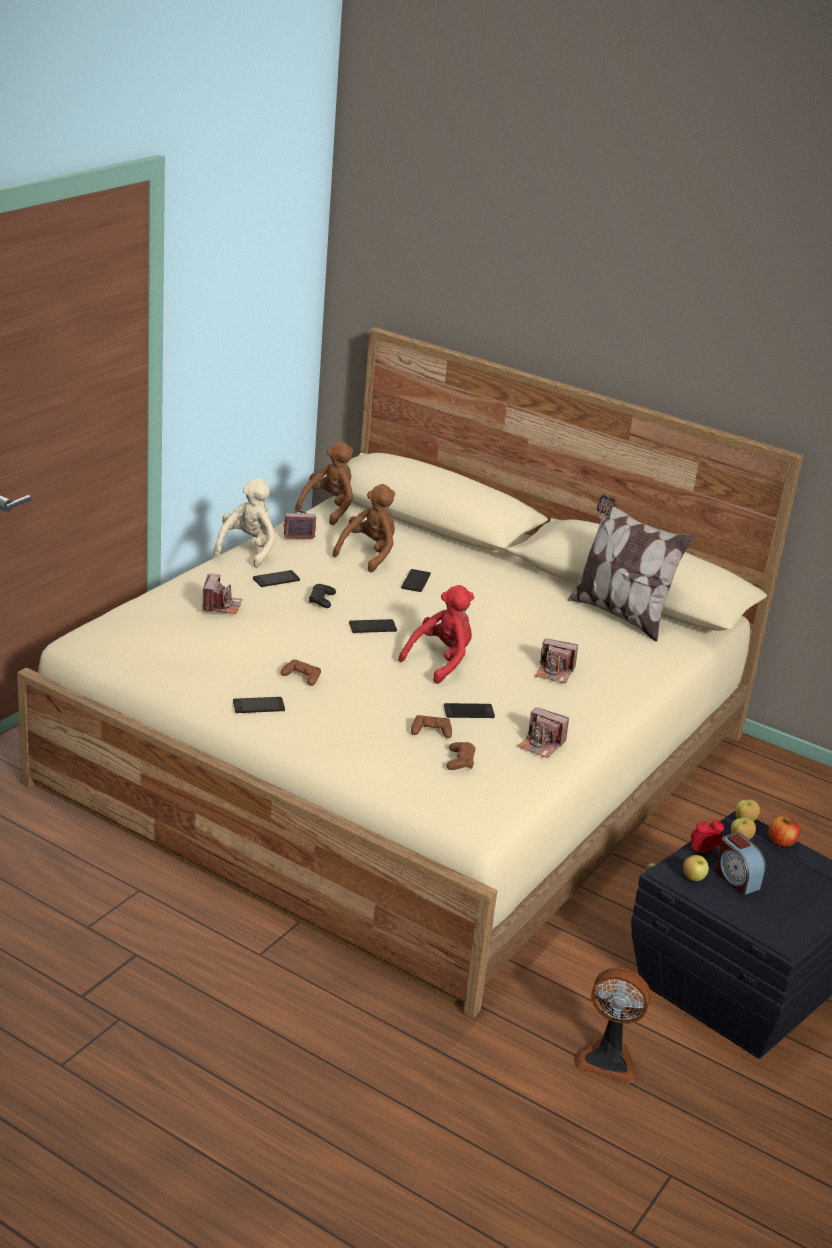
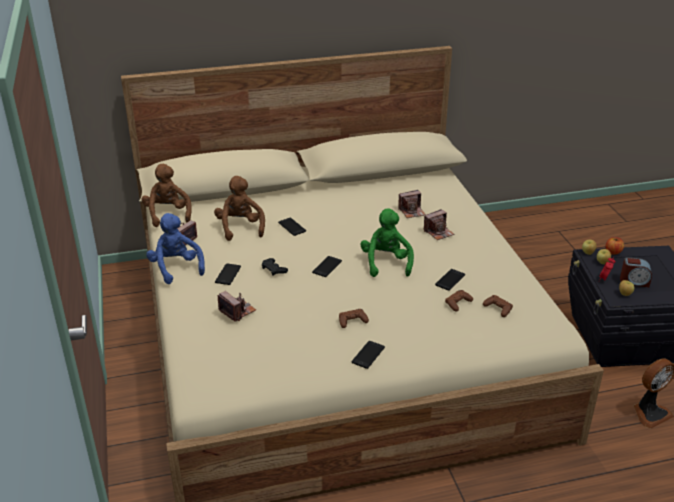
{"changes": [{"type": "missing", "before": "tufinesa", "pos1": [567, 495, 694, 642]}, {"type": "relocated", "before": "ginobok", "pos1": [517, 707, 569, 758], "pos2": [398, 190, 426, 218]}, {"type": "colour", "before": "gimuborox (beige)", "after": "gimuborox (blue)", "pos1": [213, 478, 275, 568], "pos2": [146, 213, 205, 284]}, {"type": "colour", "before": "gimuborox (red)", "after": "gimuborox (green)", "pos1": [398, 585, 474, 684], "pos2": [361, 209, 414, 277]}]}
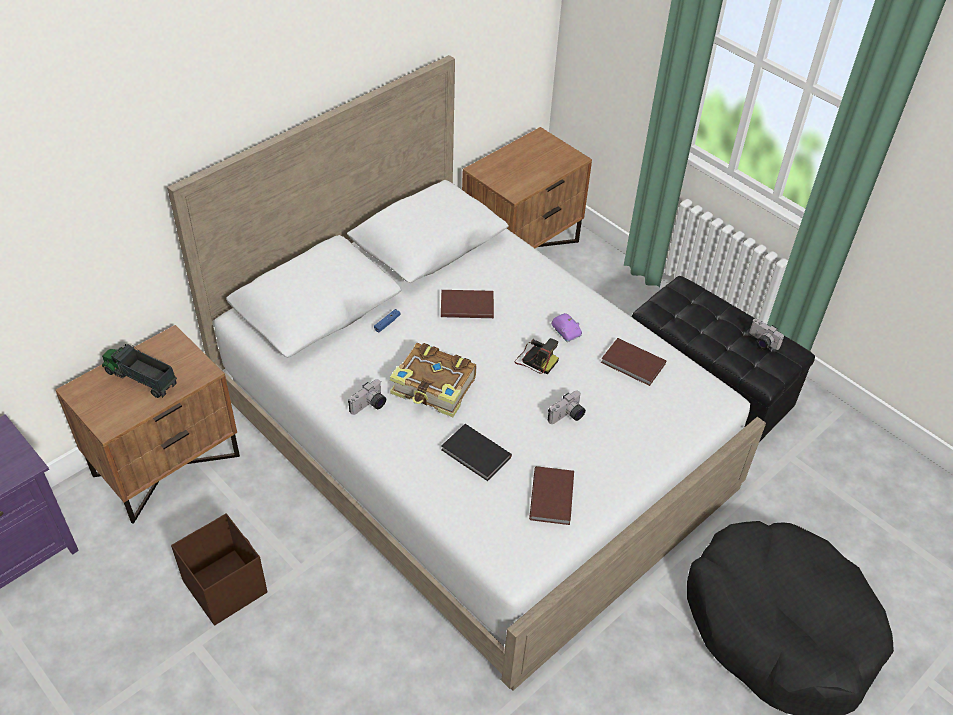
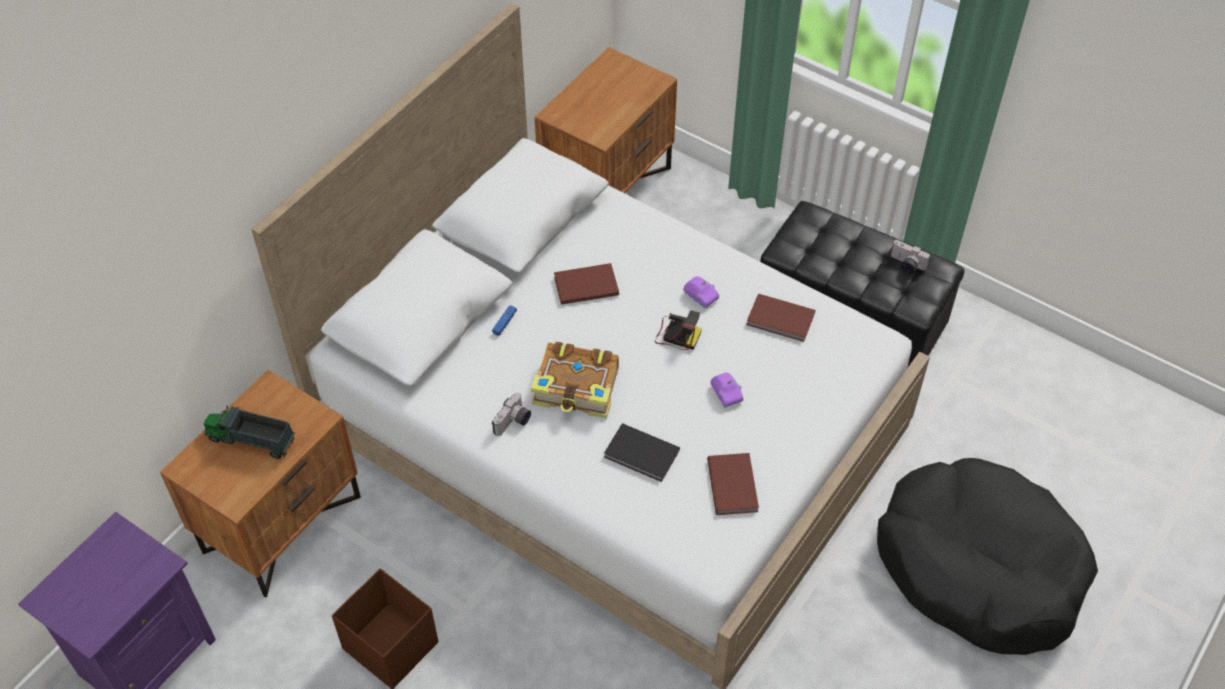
{"changes": [{"type": "exchanged", "before": "ginobok", "after": "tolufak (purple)", "pos1": [548, 390, 586, 424], "pos2": [710, 372, 743, 408]}]}
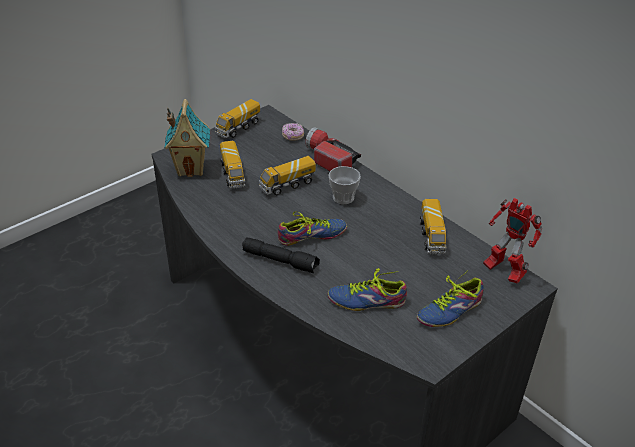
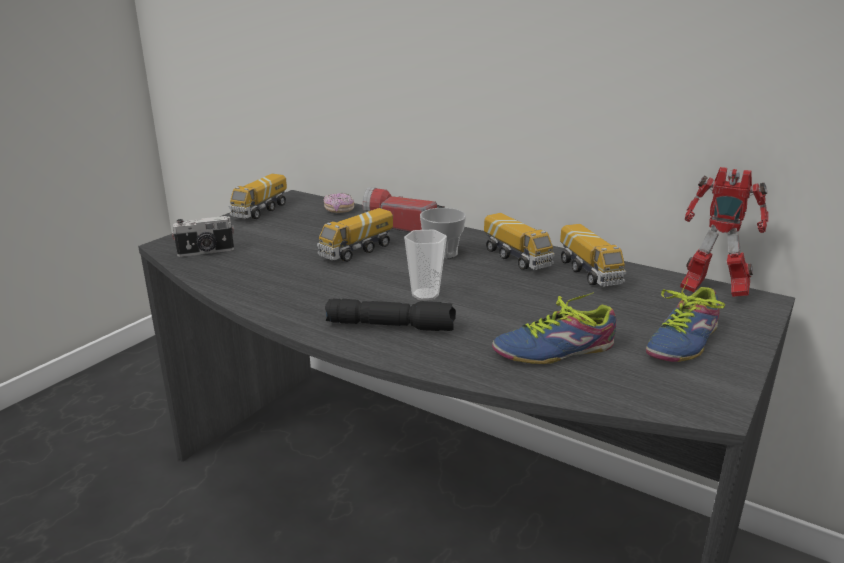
{"changes": [{"type": "relocated", "before": "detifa", "pos1": [220, 141, 245, 189], "pos2": [484, 213, 555, 270]}, {"type": "exchanged", "before": "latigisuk", "after": "ginobok", "pos1": [164, 99, 210, 177], "pos2": [171, 216, 234, 257]}, {"type": "exchanged", "before": "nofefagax", "after": "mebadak", "pos1": [278, 211, 347, 246], "pos2": [404, 229, 447, 300]}]}
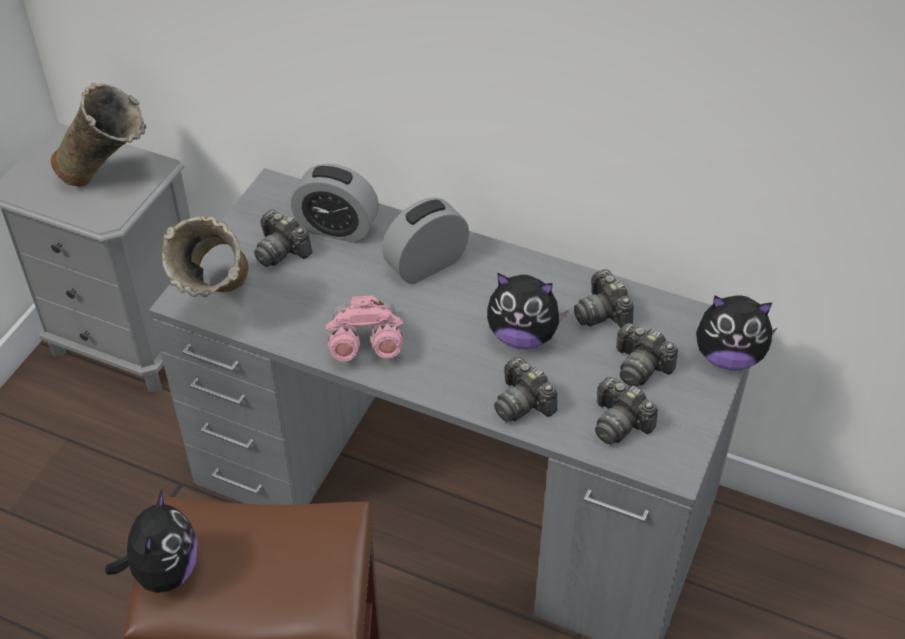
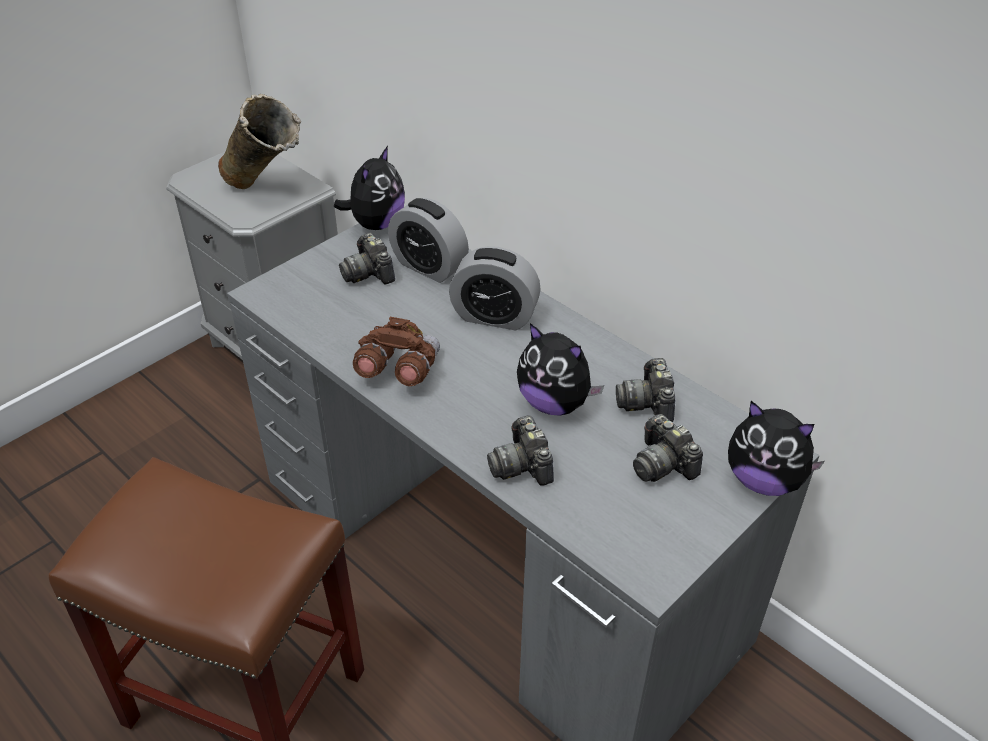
{"changes": [{"type": "missing", "before": "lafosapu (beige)", "pos1": [161, 215, 248, 297]}, {"type": "missing", "before": "ginobok", "pos1": [595, 377, 658, 444]}, {"type": "relocated", "before": "gimuborox", "pos1": [105, 490, 198, 593], "pos2": [334, 146, 405, 230]}, {"type": "colour", "before": "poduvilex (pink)", "after": "poduvilex (brown)", "pos1": [326, 295, 403, 361], "pos2": [353, 317, 440, 386]}, {"type": "spun", "before": "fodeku", "pos1": [382, 198, 469, 284], "pos2": [449, 246, 541, 330], "turn": -150}]}
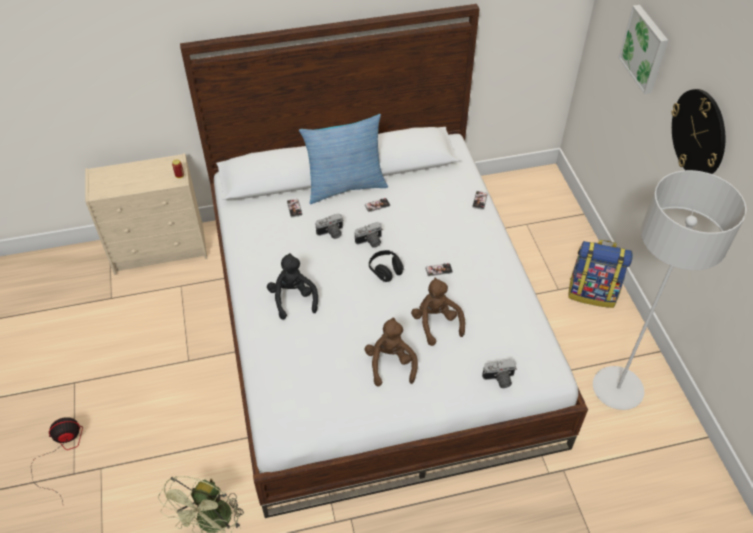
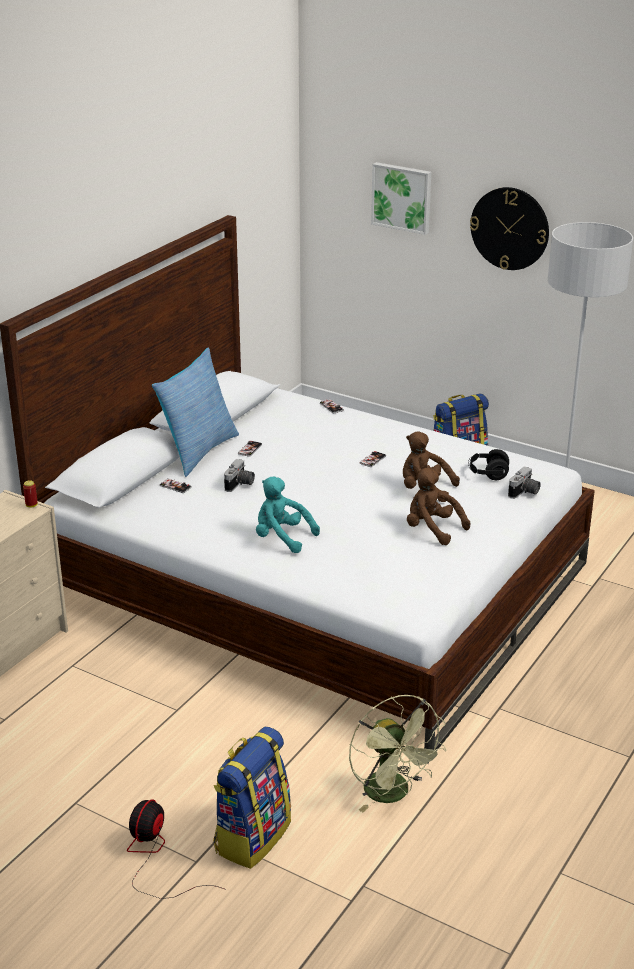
{"changes": [{"type": "missing", "before": "ginobok", "pos1": [355, 222, 383, 248]}, {"type": "appeared", "after": "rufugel", "pos2": [213, 727, 291, 869]}, {"type": "relocated", "before": "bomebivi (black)", "pos1": [369, 250, 404, 282], "pos2": [468, 449, 509, 480]}, {"type": "colour", "before": "gimuborox (black)", "after": "gimuborox (turquoise)", "pos1": [267, 253, 318, 320], "pos2": [256, 476, 320, 553]}]}
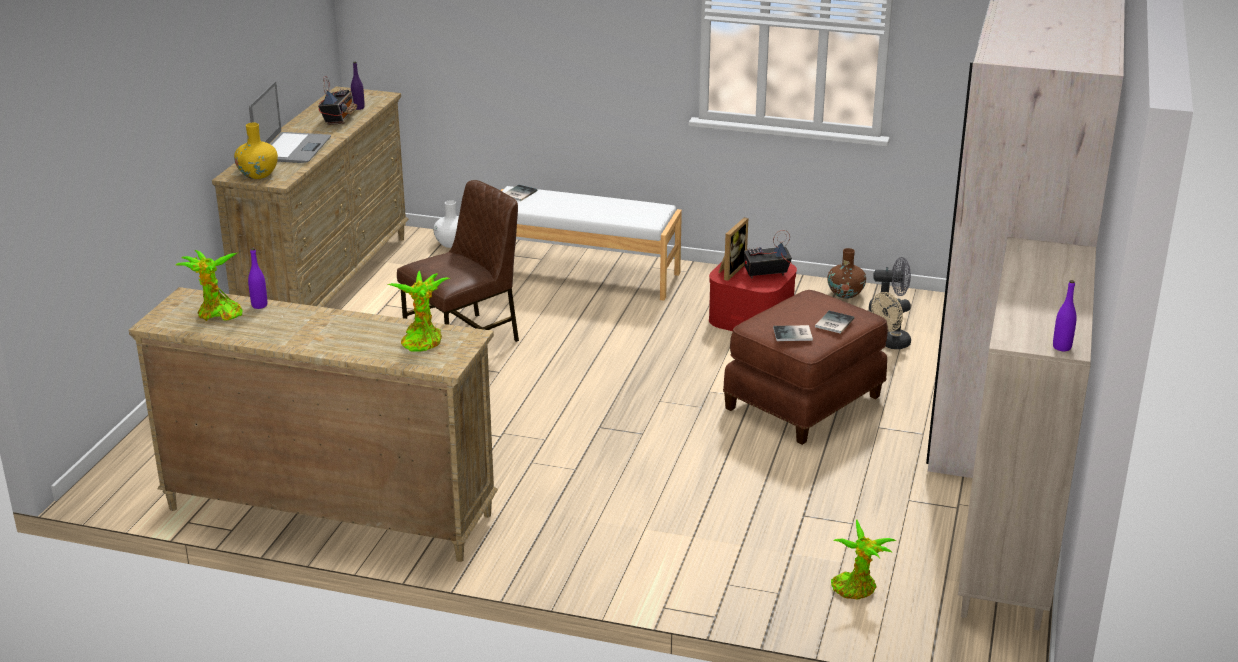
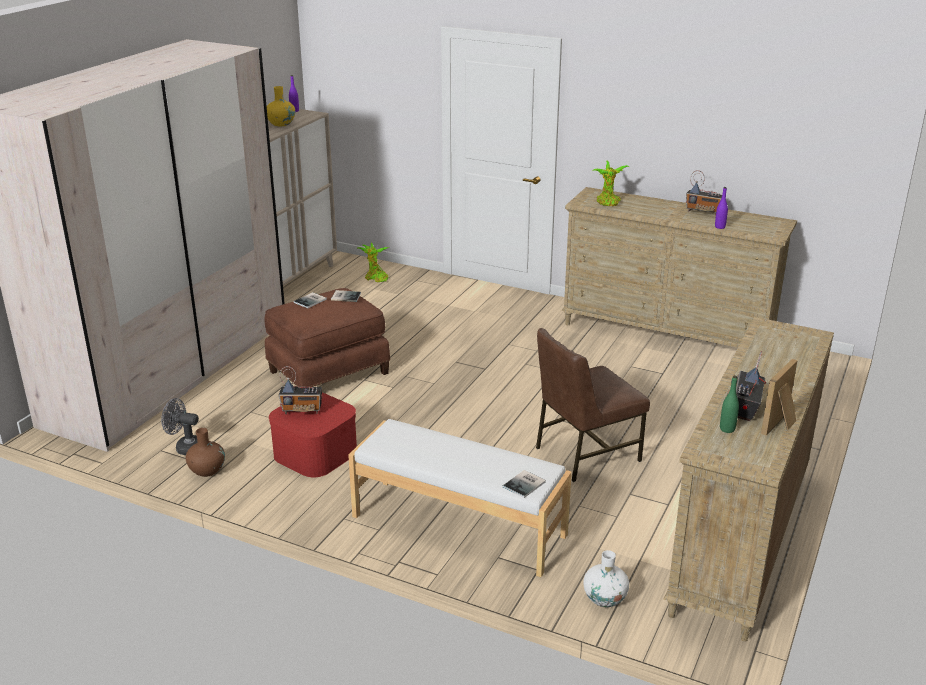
{"changes": [{"type": "missing", "before": "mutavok", "pos1": [176, 250, 242, 321]}, {"type": "missing", "before": "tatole", "pos1": [249, 82, 331, 163]}, {"type": "missing", "before": "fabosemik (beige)", "pos1": [871, 292, 911, 349]}, {"type": "appeared", "after": "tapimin", "pos2": [686, 170, 722, 215]}, {"type": "relocated", "before": "lafosapu (yellow)", "pos1": [234, 123, 278, 179], "pos2": [267, 86, 295, 126]}, {"type": "relocated", "before": "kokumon", "pos1": [718, 217, 748, 281], "pos2": [761, 359, 798, 436]}, {"type": "colour", "before": "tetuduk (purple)", "after": "tetuduk (green)", "pos1": [351, 62, 365, 110], "pos2": [720, 375, 739, 433]}]}
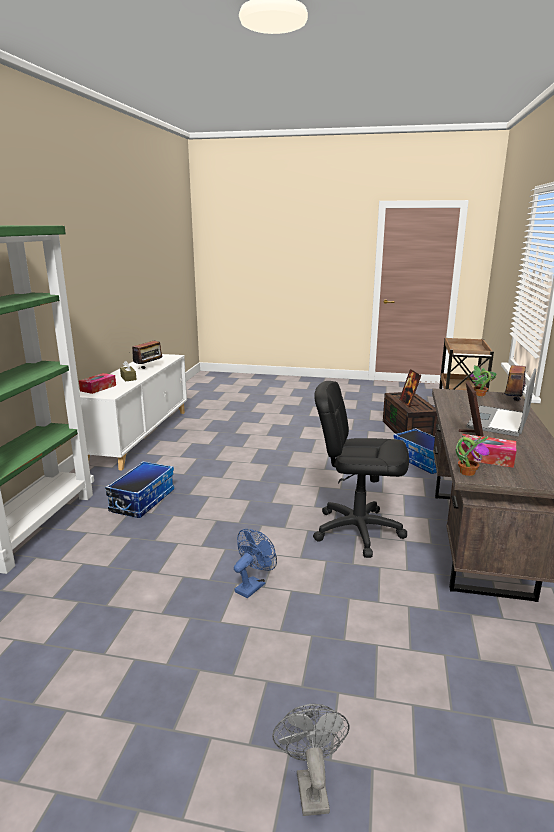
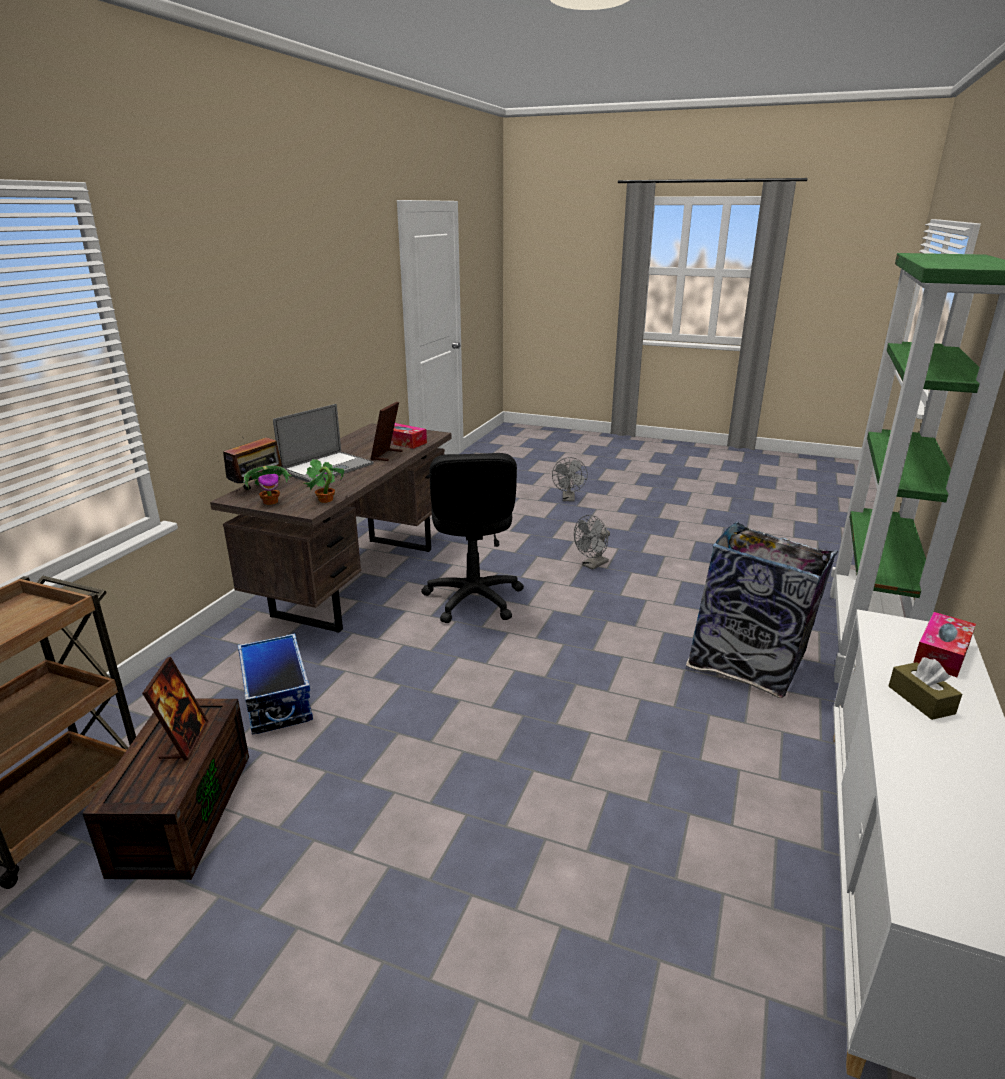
{"changes": [{"type": "missing", "before": "tapimin", "pos1": [132, 338, 162, 369]}, {"type": "relocated", "before": "mutavok", "pos1": [456, 435, 490, 476], "pos2": [303, 459, 345, 503]}, {"type": "exchanged", "before": "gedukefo", "after": "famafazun", "pos1": [105, 461, 174, 518], "pos2": [686, 521, 838, 698]}, {"type": "colour", "before": "fabosemik (blue)", "after": "fabosemik (grey)", "pos1": [234, 529, 277, 598], "pos2": [574, 515, 610, 570]}, {"type": "spun", "before": "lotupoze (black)", "pos1": [313, 381, 409, 558], "pos2": [421, 453, 524, 623], "turn": 60}]}
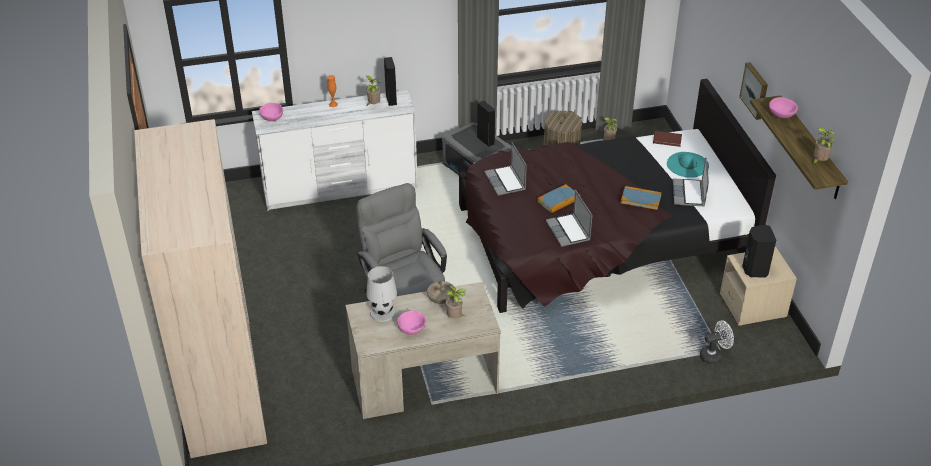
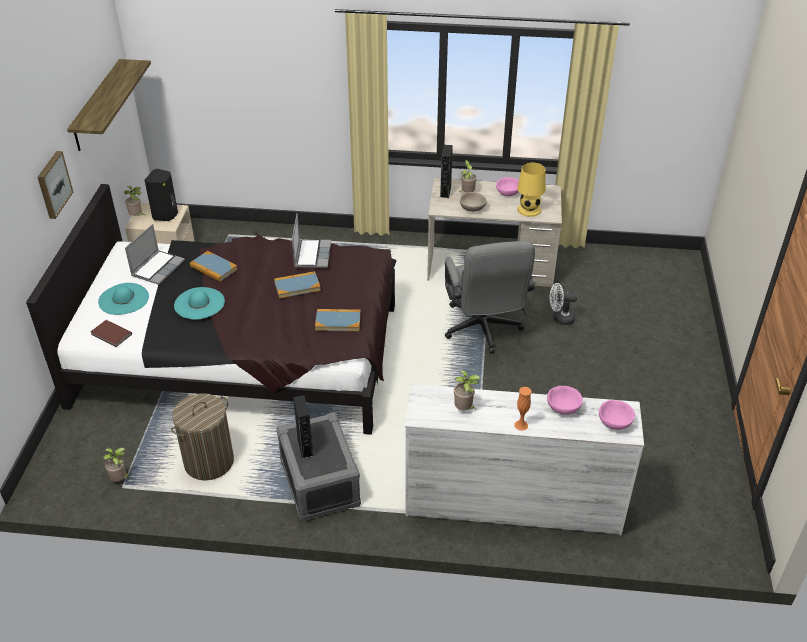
{"changes": [{"type": "missing", "before": "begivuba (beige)", "pos1": [134, 119, 267, 458]}, {"type": "appeared", "after": "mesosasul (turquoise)", "pos2": [174, 287, 225, 320]}, {"type": "relocated", "before": "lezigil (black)", "pos1": [384, 57, 397, 106], "pos2": [440, 145, 453, 198]}, {"type": "relocated", "before": "fabosemik (white)", "pos1": [700, 320, 734, 364], "pos2": [550, 283, 577, 325]}, {"type": "relocated", "before": "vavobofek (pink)", "pos1": [769, 97, 798, 118], "pos2": [547, 386, 583, 415]}, {"type": "relocated", "before": "mutavok", "pos1": [812, 128, 835, 165], "pos2": [124, 186, 144, 216]}, {"type": "exchanged", "before": "tatole", "after": "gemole", "pos1": [484, 142, 527, 196], "pos2": [315, 309, 361, 331]}, {"type": "colour", "before": "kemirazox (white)", "after": "kemirazox (yellow)", "pos1": [366, 266, 397, 322], "pos2": [517, 163, 546, 217]}]}
